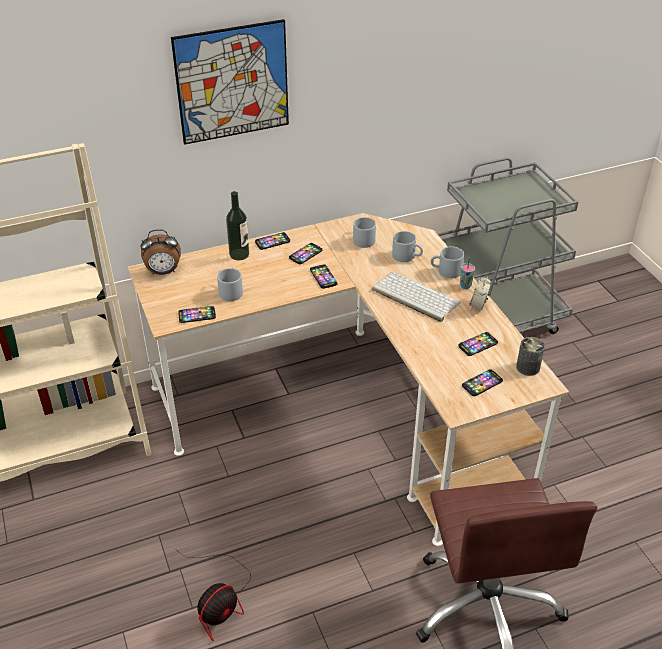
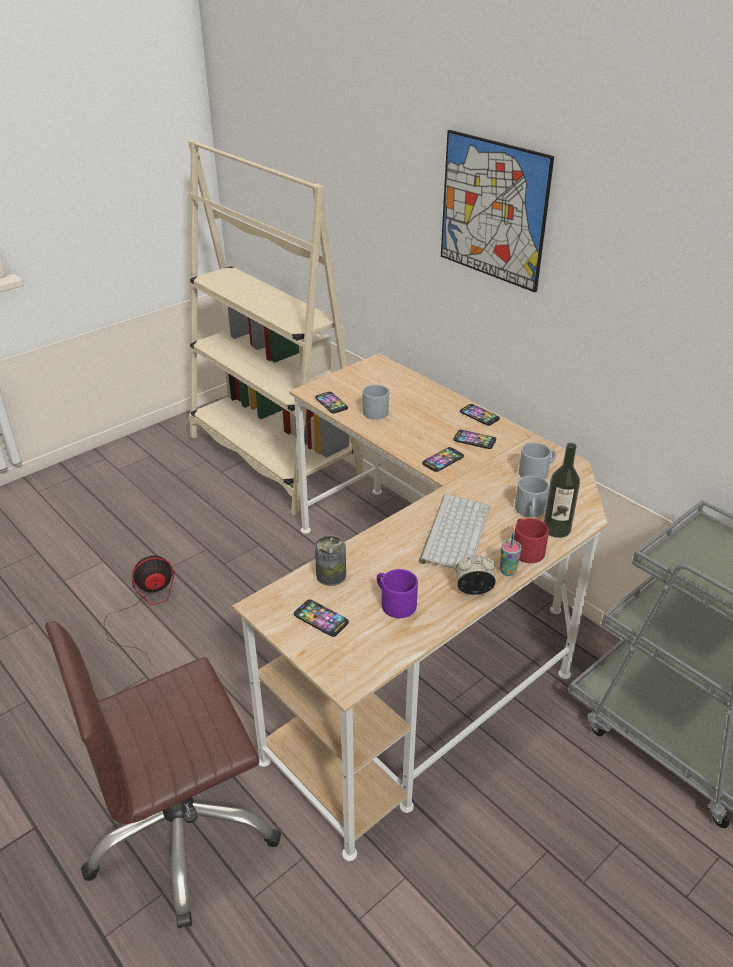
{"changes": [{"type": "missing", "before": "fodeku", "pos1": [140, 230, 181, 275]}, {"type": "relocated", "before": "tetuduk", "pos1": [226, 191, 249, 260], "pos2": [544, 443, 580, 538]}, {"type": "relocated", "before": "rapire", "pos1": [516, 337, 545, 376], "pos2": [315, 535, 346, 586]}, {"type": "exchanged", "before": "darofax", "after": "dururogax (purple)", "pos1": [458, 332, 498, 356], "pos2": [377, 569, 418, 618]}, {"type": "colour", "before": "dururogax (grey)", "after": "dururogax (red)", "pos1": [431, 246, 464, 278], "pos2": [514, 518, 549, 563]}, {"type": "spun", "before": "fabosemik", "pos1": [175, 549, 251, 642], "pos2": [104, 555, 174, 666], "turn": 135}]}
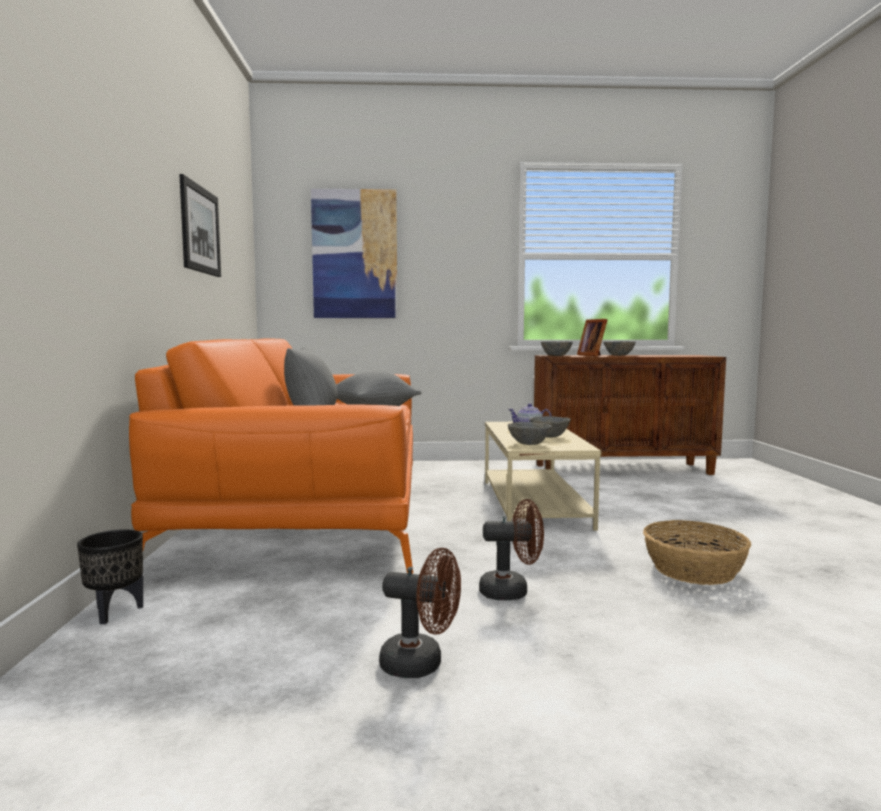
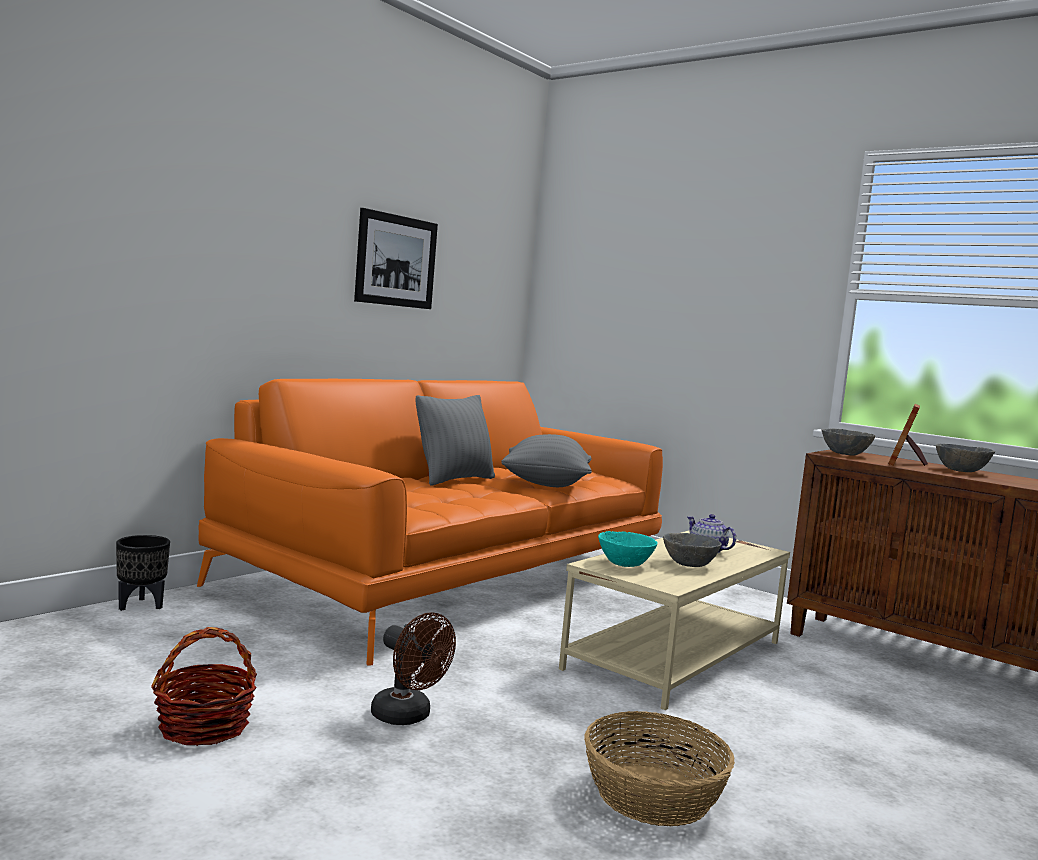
{"changes": [{"type": "missing", "before": "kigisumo", "pos1": [311, 189, 398, 318]}, {"type": "exchanged", "before": "fabosemik (brown)", "after": "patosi", "pos1": [379, 548, 461, 678], "pos2": [151, 627, 257, 746]}, {"type": "colour", "before": "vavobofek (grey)", "after": "vavobofek (turquoise)", "pos1": [508, 422, 552, 445], "pos2": [598, 531, 658, 567]}]}
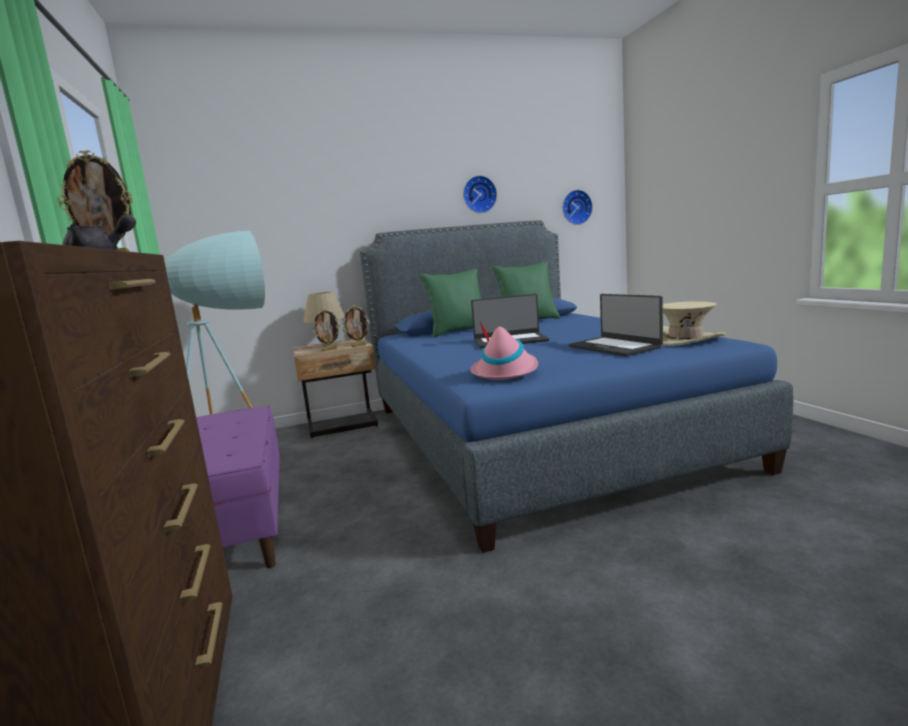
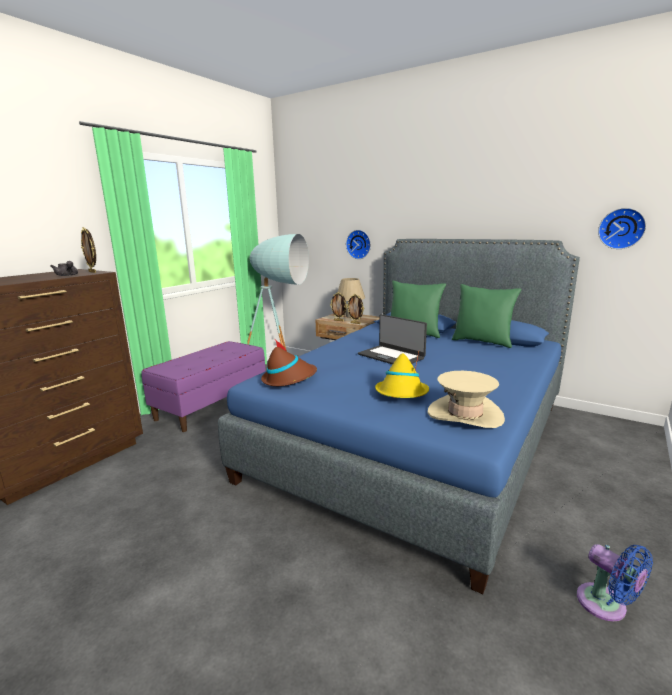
{"changes": [{"type": "appeared", "after": "fabosemik (blue)", "pos2": [577, 544, 653, 622]}, {"type": "relocated", "before": "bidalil", "pos1": [463, 175, 497, 213], "pos2": [346, 230, 371, 259]}, {"type": "exchanged", "before": "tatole", "after": "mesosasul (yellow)", "pos1": [569, 294, 663, 356], "pos2": [375, 352, 429, 398]}, {"type": "colour", "before": "mesosasul (pink)", "after": "mesosasul (brown)", "pos1": [470, 322, 538, 380], "pos2": [261, 340, 317, 386]}]}
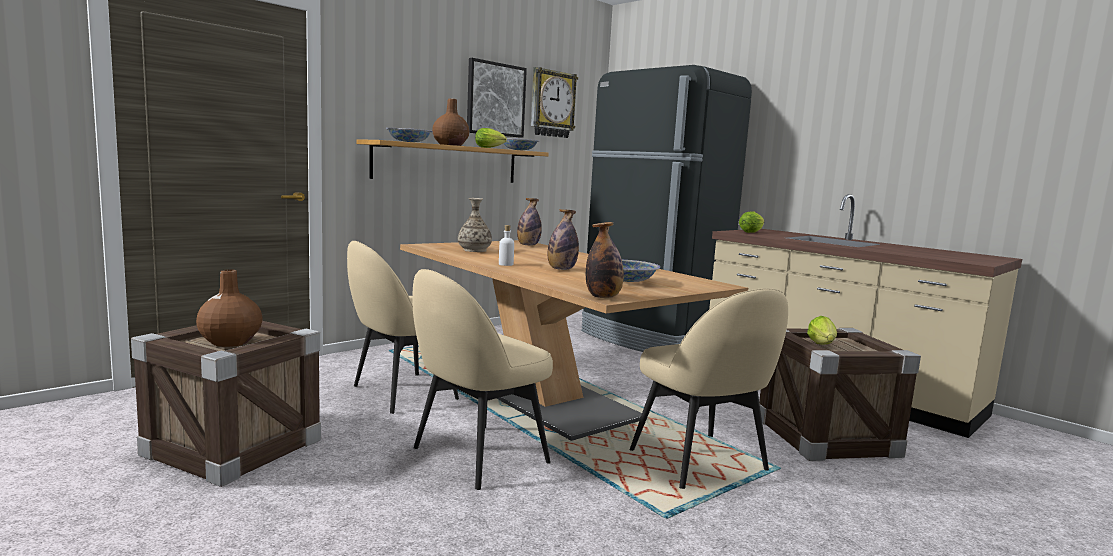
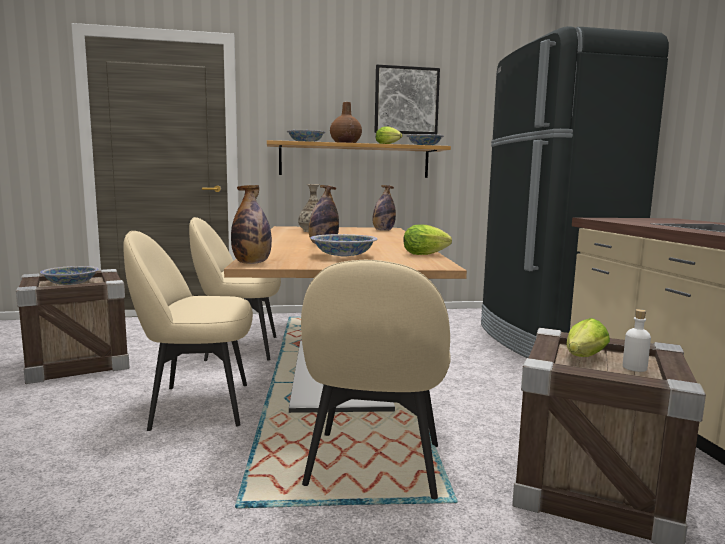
{"changes": [{"type": "missing", "before": "bidalil", "pos1": [531, 67, 578, 138]}, {"type": "relocated", "before": "tetuduk (white)", "pos1": [499, 225, 514, 266], "pos2": [623, 309, 651, 372]}, {"type": "relocated", "before": "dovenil", "pos1": [739, 212, 764, 233], "pos2": [403, 224, 452, 255]}, {"type": "exchanged", "before": "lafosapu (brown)", "after": "vavobofek", "pos1": [196, 269, 262, 347], "pos2": [40, 266, 99, 285]}]}
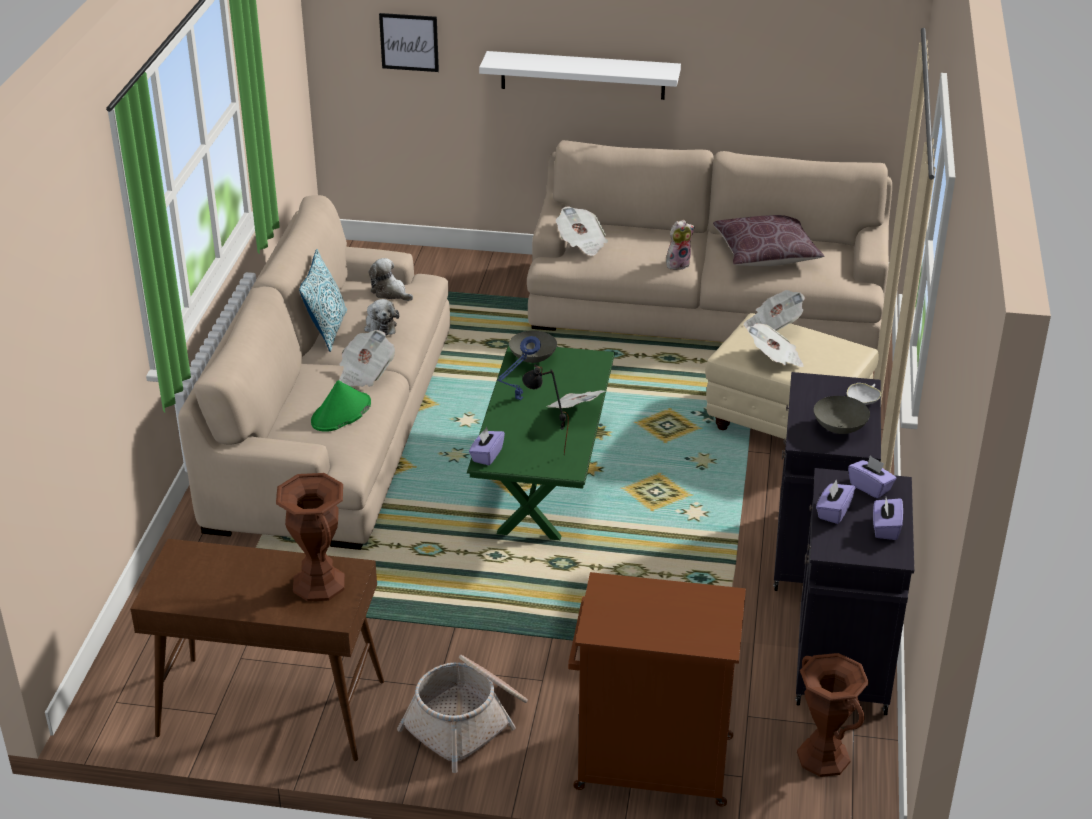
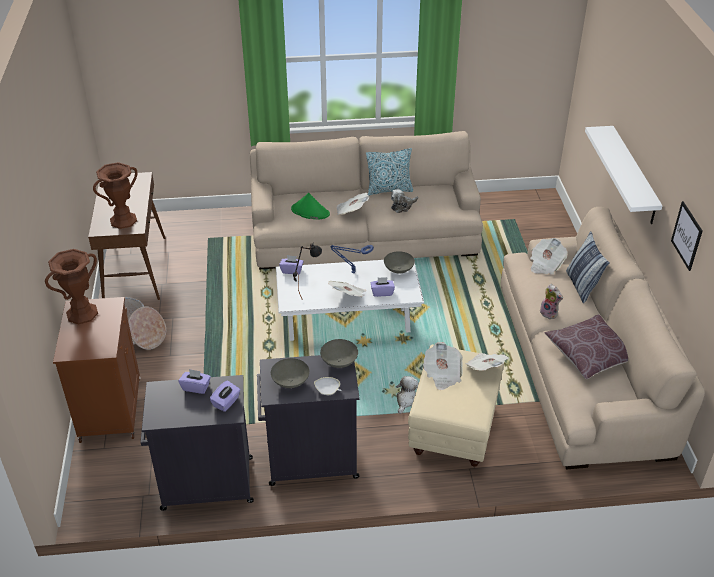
{"changes": [{"type": "appeared", "after": "vavobofek (grey)", "pos2": [320, 339, 358, 368]}, {"type": "appeared", "after": "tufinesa", "pos2": [566, 231, 610, 303]}, {"type": "relocated", "before": "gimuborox", "pos1": [368, 258, 413, 301], "pos2": [396, 376, 419, 414]}, {"type": "relocated", "before": "kigisumo", "pos1": [379, 13, 439, 72], "pos2": [671, 201, 702, 271]}, {"type": "relocated", "before": "lafosapu (brown)", "pos1": [797, 653, 869, 777], "pos2": [45, 249, 98, 324]}, {"type": "relocated", "before": "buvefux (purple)", "pos1": [873, 497, 903, 540], "pos2": [371, 277, 395, 297]}, {"type": "colour", "before": "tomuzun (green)", "after": "tomuzun (white)", "pos1": [467, 344, 615, 540], "pos2": [276, 260, 424, 341]}]}
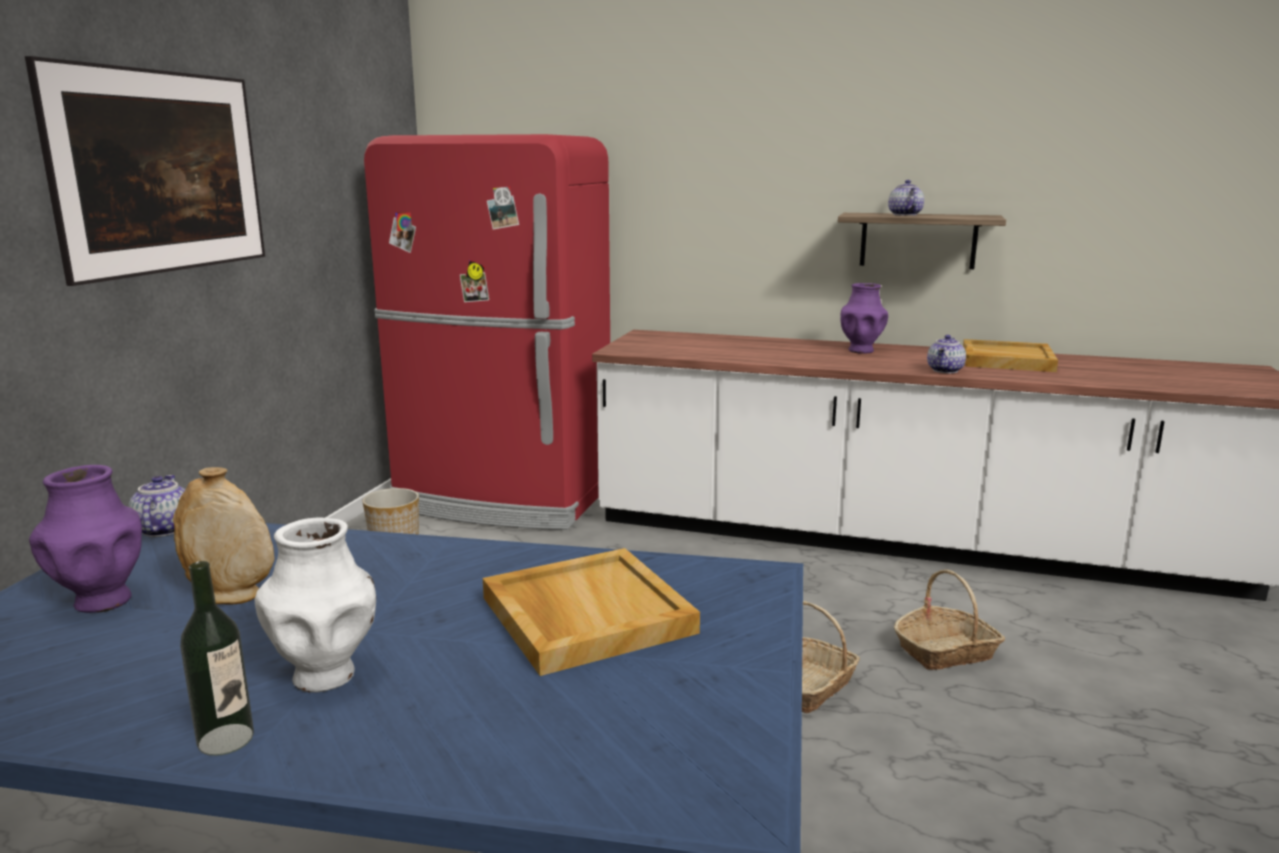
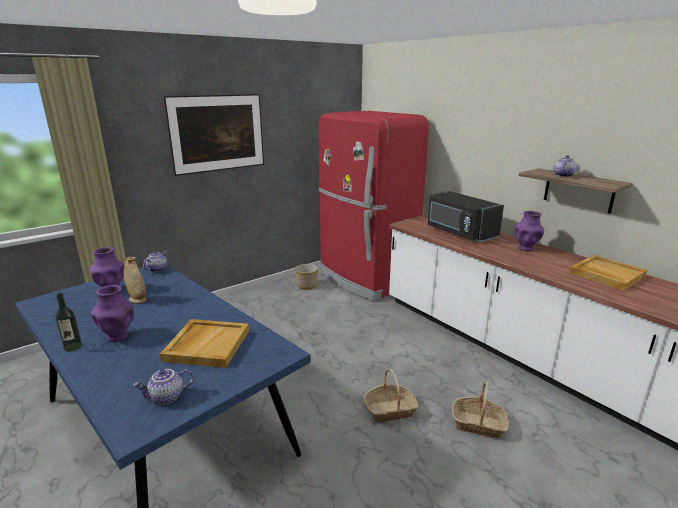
{"changes": [{"type": "appeared", "after": "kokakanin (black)", "pos2": [428, 191, 504, 242]}, {"type": "relocated", "before": "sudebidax", "pos1": [927, 335, 966, 373], "pos2": [133, 369, 194, 405]}, {"type": "colour", "before": "lafosapu (white)", "after": "lafosapu (purple)", "pos1": [254, 517, 376, 693], "pos2": [91, 285, 134, 342]}]}
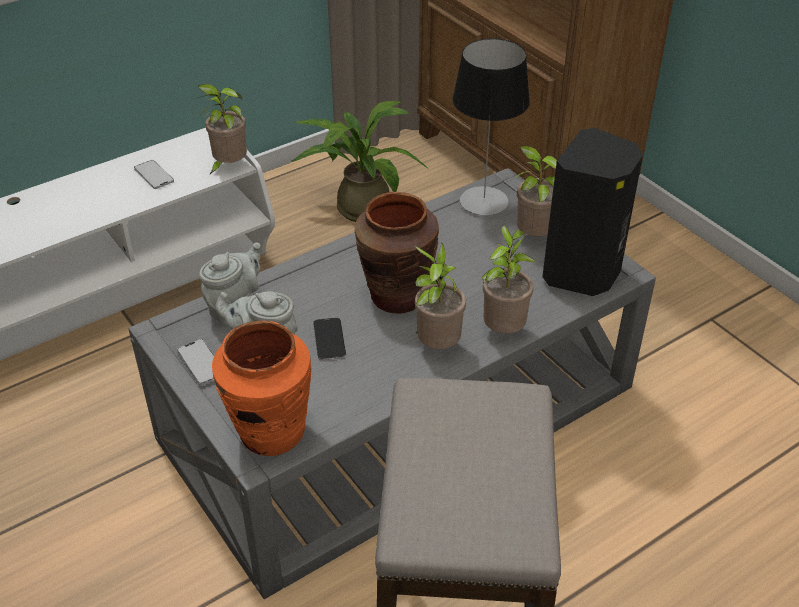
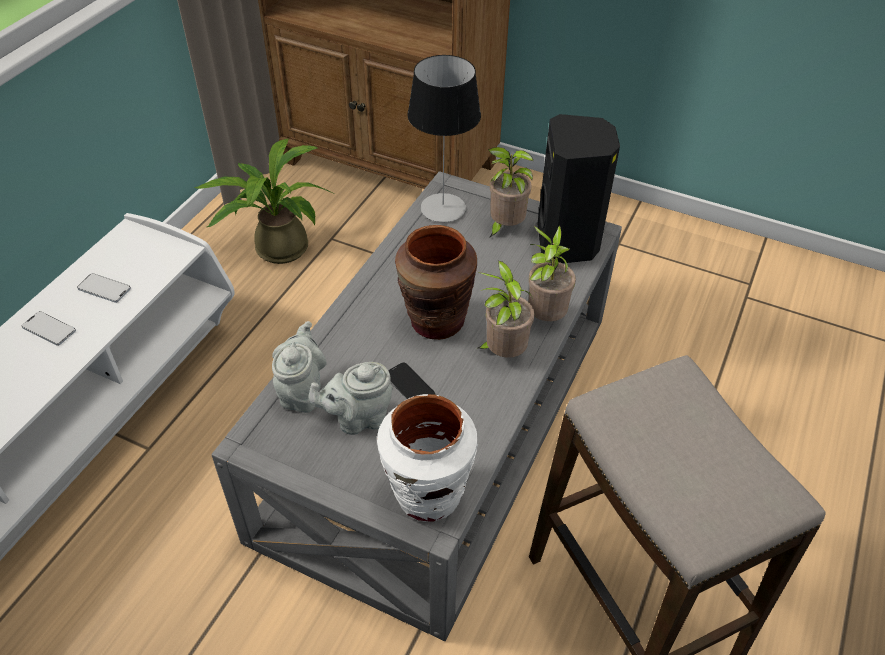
{"changes": [{"type": "missing", "before": "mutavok", "pos1": [198, 84, 247, 174]}, {"type": "relocated", "before": "darofax", "pos1": [177, 339, 214, 385], "pos2": [21, 311, 76, 346]}, {"type": "colour", "before": "lafosapu (orange)", "after": "lafosapu (white)", "pos1": [212, 321, 311, 456], "pos2": [377, 394, 478, 522]}]}
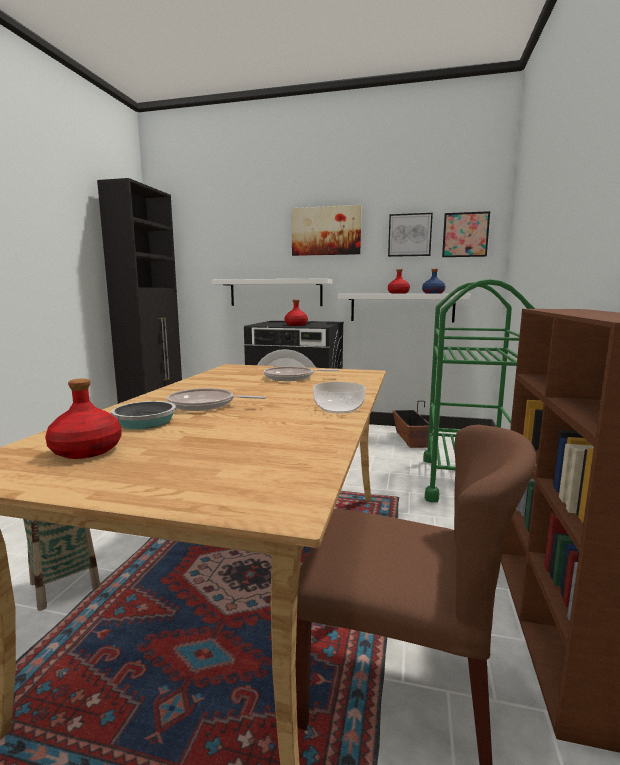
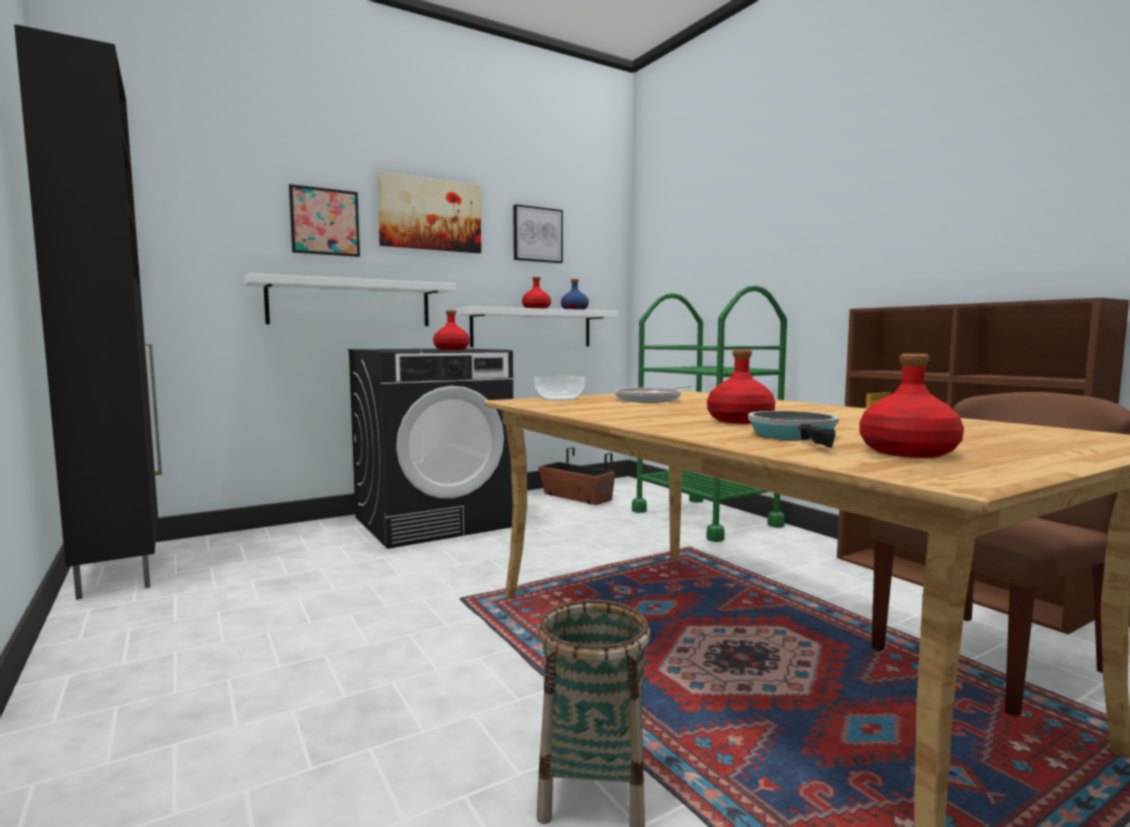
{"changes": [{"type": "relocated", "before": "vavobofek", "pos1": [313, 382, 366, 413], "pos2": [534, 376, 585, 401]}, {"type": "relocated", "before": "kigisumo", "pos1": [442, 211, 490, 257], "pos2": [289, 184, 360, 257]}, {"type": "exchanged", "before": "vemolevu", "after": "tetuduk (red)", "pos1": [167, 388, 266, 411], "pos2": [707, 350, 775, 424]}]}
